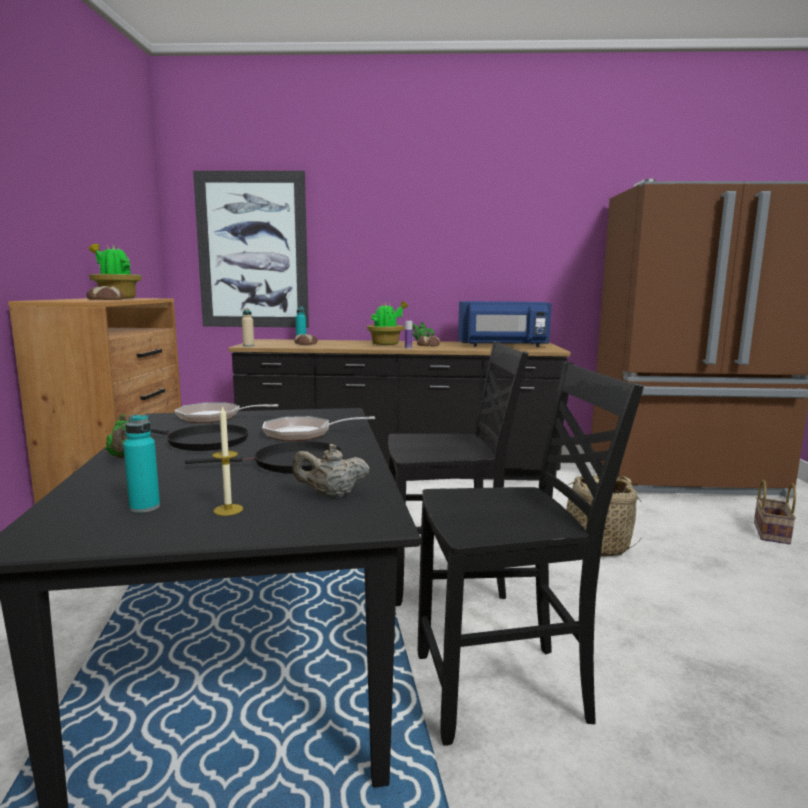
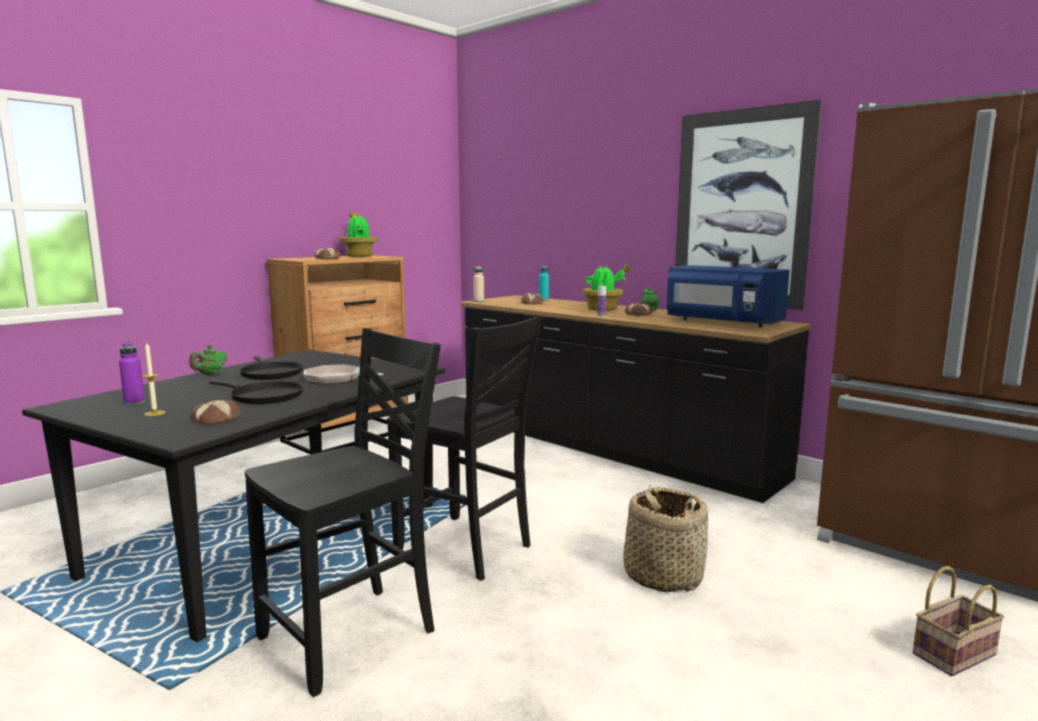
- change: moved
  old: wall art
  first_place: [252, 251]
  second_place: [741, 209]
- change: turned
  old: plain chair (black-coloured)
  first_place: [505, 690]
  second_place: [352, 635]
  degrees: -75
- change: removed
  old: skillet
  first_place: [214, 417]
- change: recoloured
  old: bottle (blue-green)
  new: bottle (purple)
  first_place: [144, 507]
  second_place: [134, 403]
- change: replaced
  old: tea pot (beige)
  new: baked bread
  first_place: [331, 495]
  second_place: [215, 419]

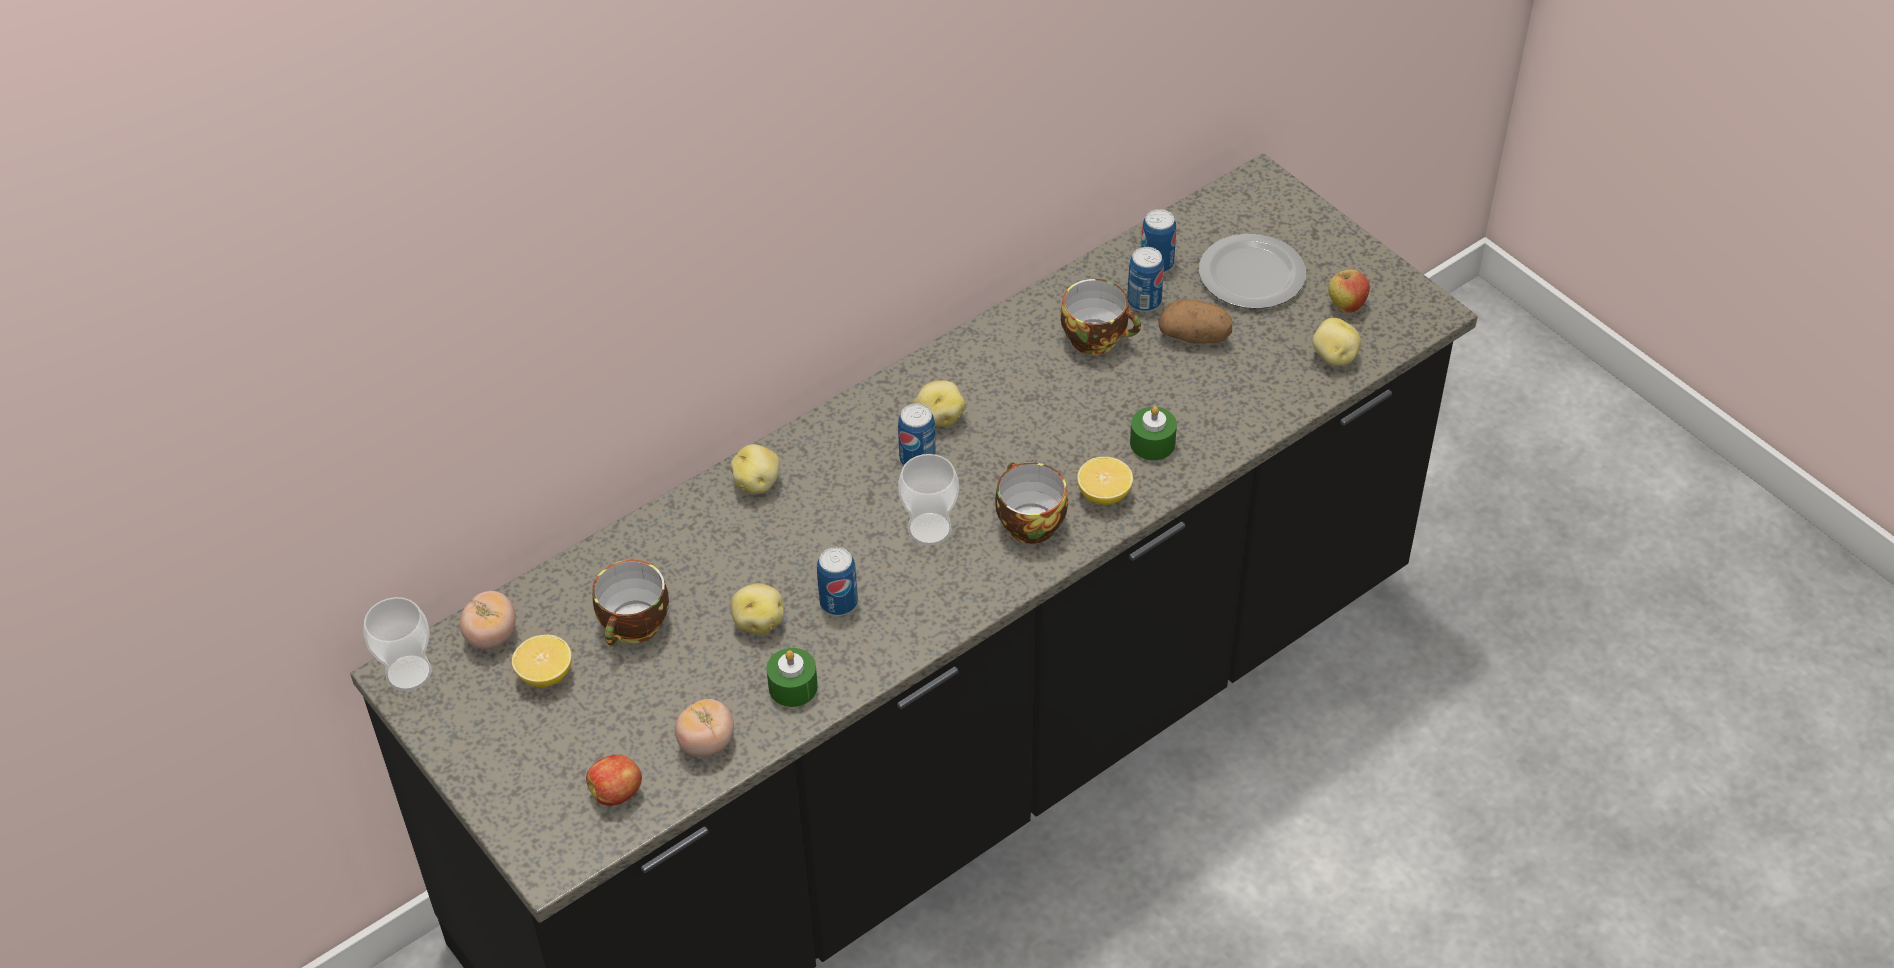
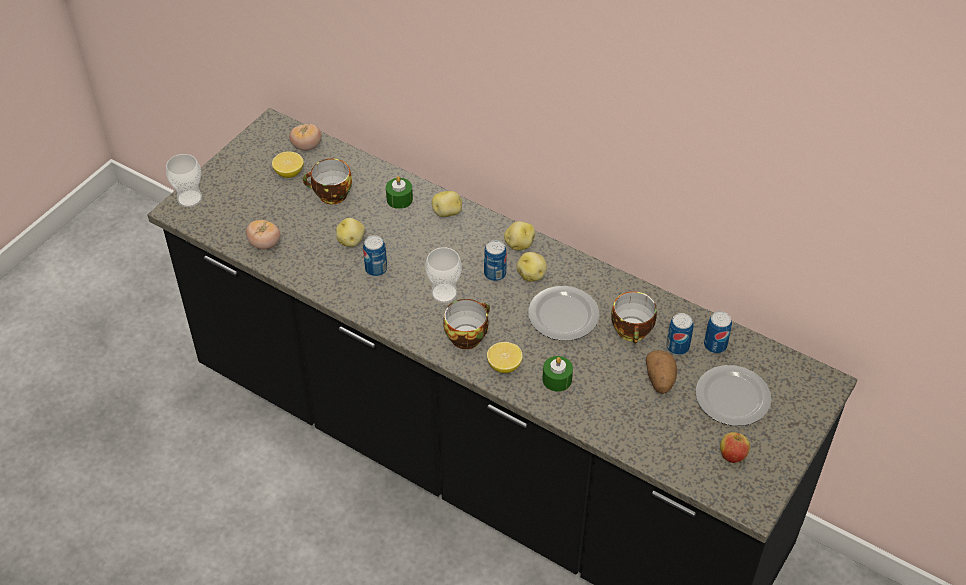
- change: moved
  old: whole potato
  first_place: [1333, 357]
  second_place: [519, 244]
- change: moved
  old: small cup
  first_place: [409, 673]
  second_place: [189, 198]
- change: moved
  old: wax light (greenish)
  first_place: [793, 687]
  second_place: [399, 199]
- change: removed
  old: apple
  first_place: [617, 793]
- change: added
  new: flat dish
  second_place: [564, 315]

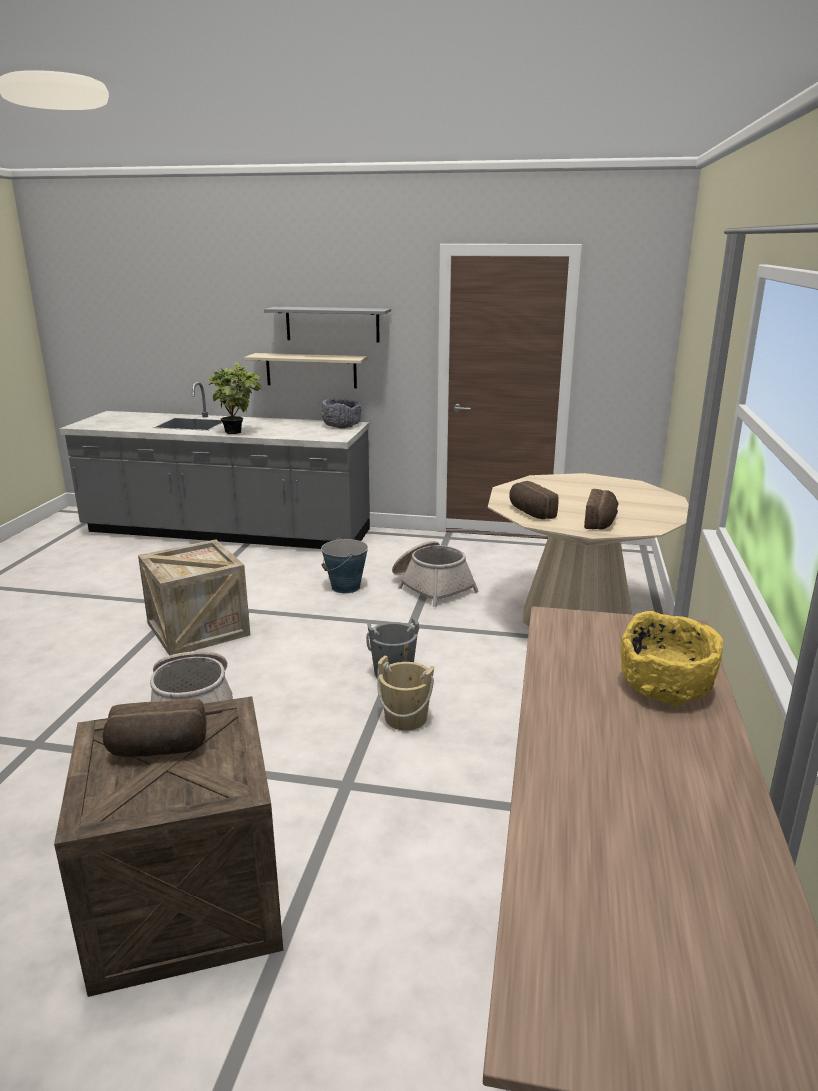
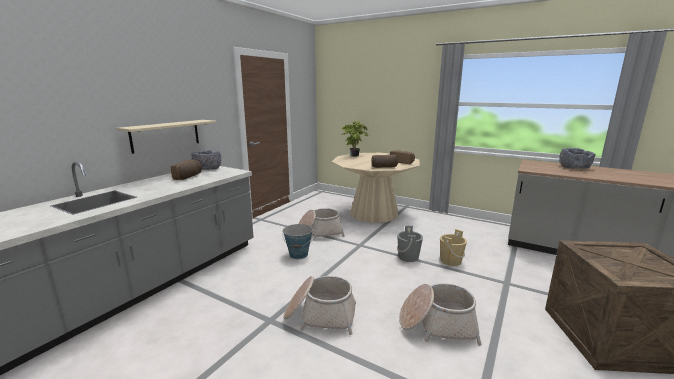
- change: removed
  old: wall shelf (grey)
  first_place: [332, 324]
- change: moved
  old: houseplant
  first_place: [238, 432]
  second_place: [354, 155]
- change: replaced
  old: packing crate
  new: storage basket
  first_place: [198, 629]
  second_place: [320, 315]
- change: recoloured
  old: bowl (yellow)
  new: bowl (grey)
  first_place: [666, 687]
  second_place: [574, 167]
- change: moved
  old: baked bread
  first_place: [158, 750]
  second_place: [189, 176]

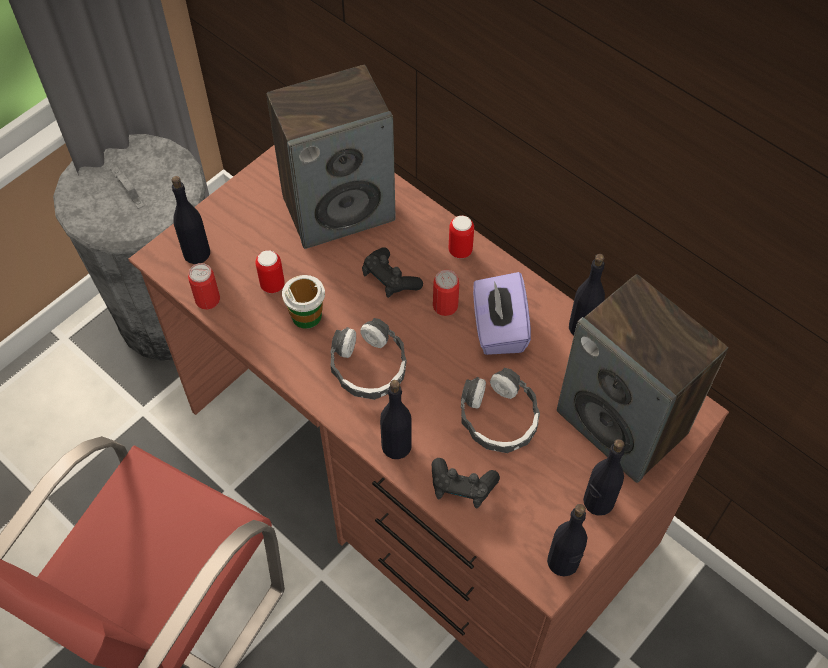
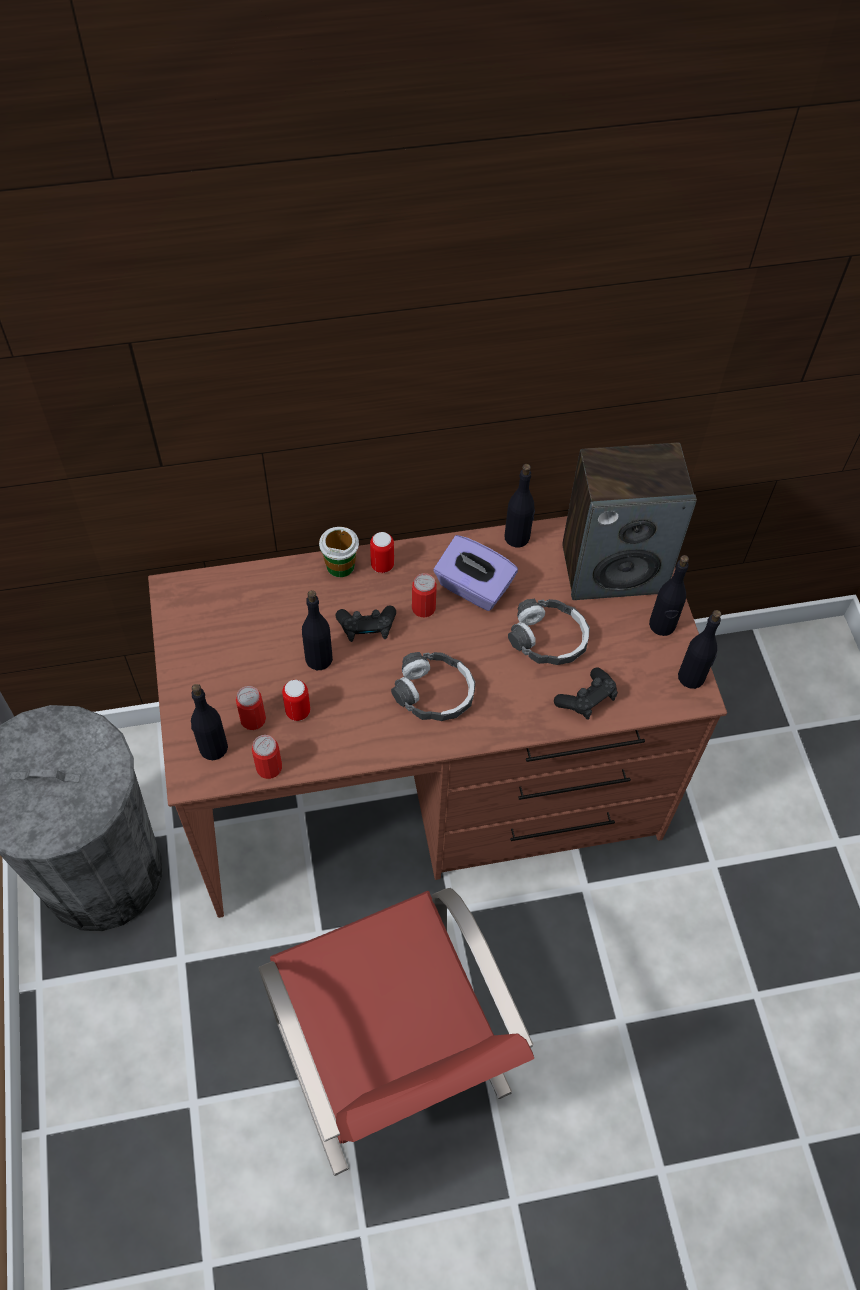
- change: removed
  old: speaker
  first_place: [339, 208]
- change: moved
  old: small cup
  first_place: [307, 315]
  second_place: [340, 565]
- change: moved
  old: bottle (black-coloured)
  first_place: [397, 445]
  second_place: [318, 658]
- change: added
  new: can
  second_place: [253, 719]

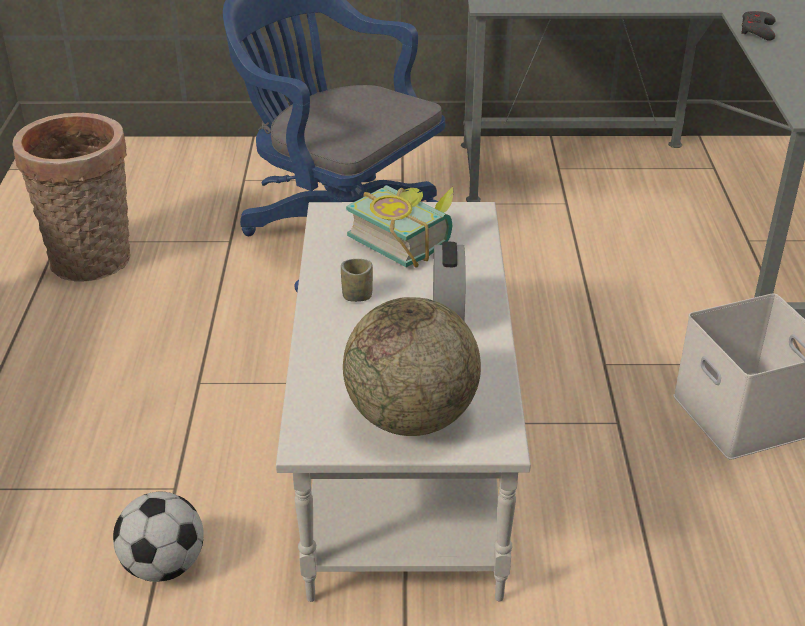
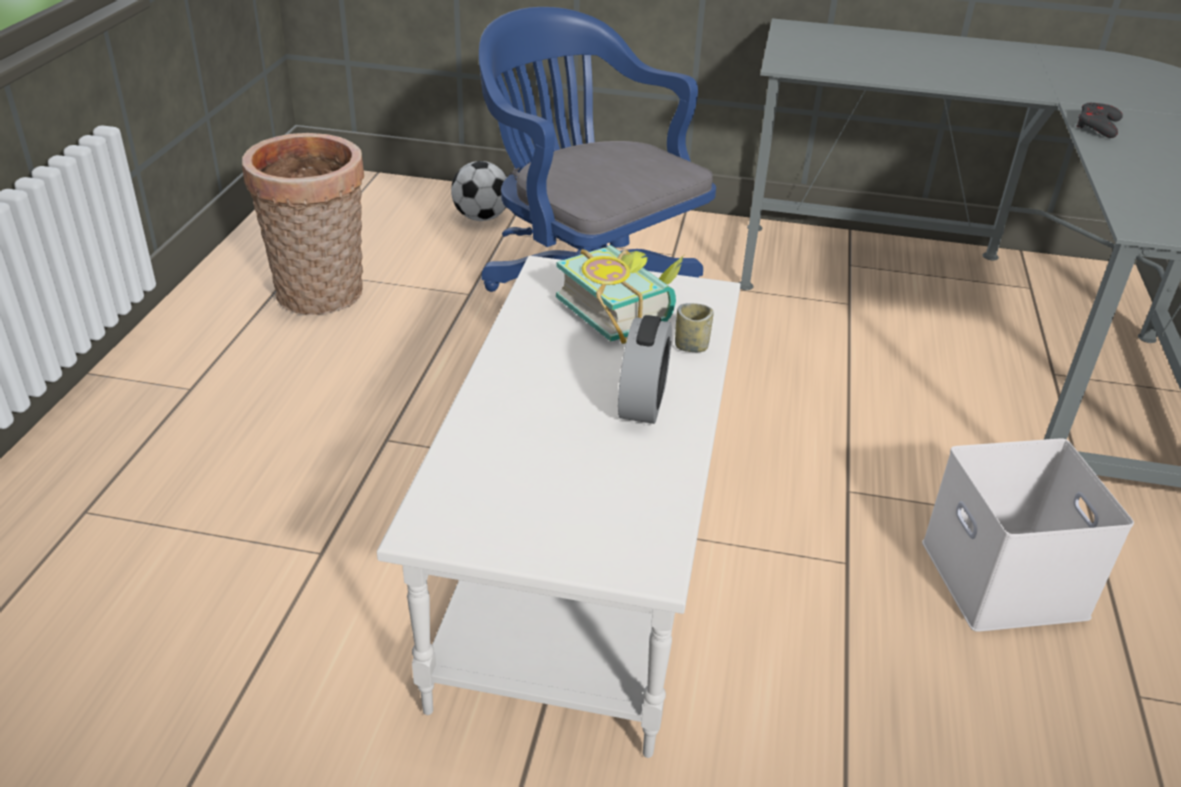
- change: moved
  old: small cup
  first_place: [357, 296]
  second_place: [691, 346]
- change: removed
  old: world globe
  first_place: [411, 418]
- change: moved
  old: football ball
  first_place: [164, 566]
  second_place: [482, 218]

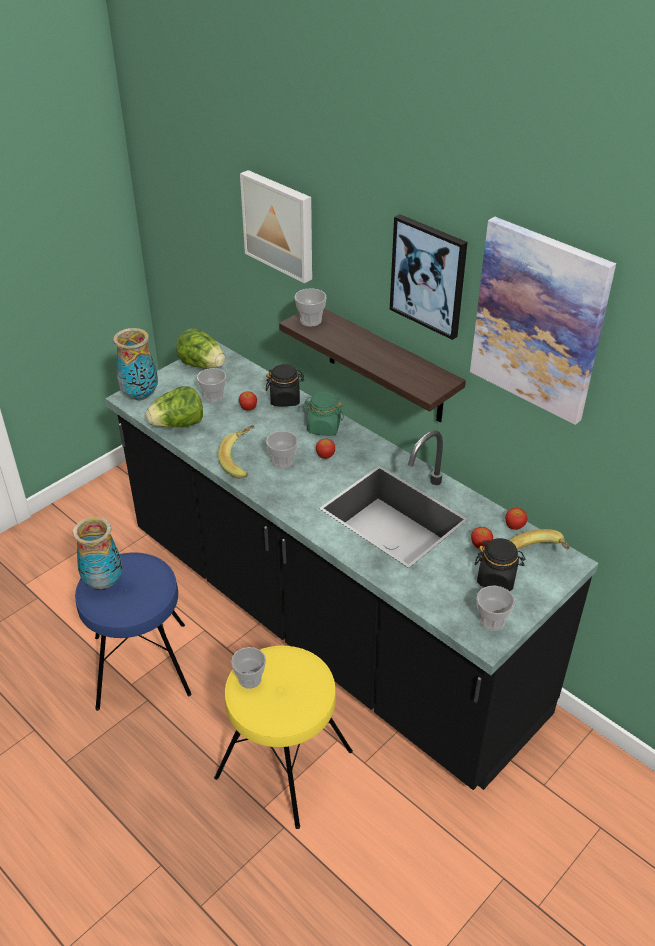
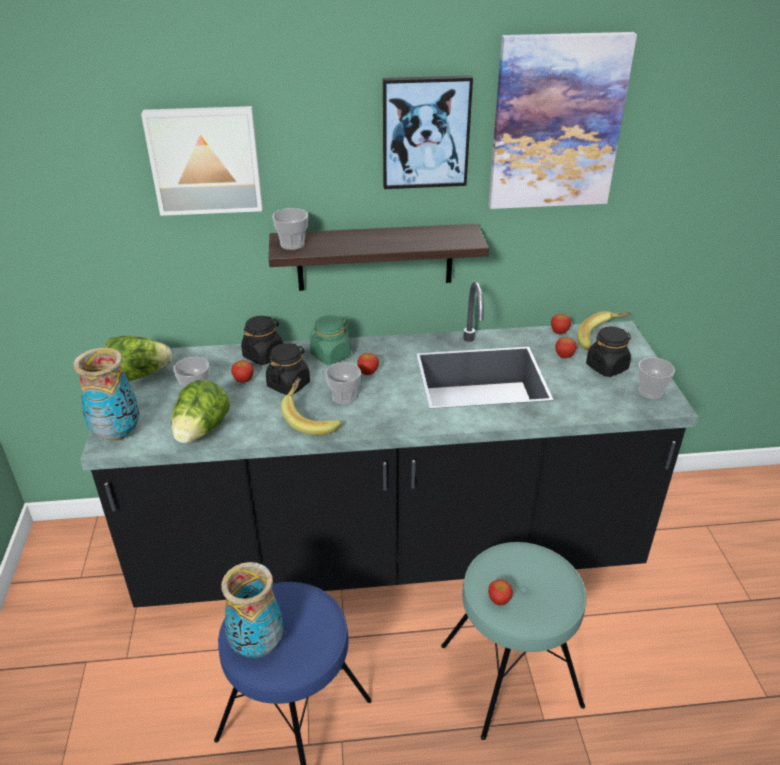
- change: recoloured
  old: stool seat (yellow)
  new: stool seat (blue-green)
  first_place: [283, 764]
  second_place: [510, 675]
- change: replaced
  old: small cup
  new: apple
  first_place: [250, 679]
  second_place: [499, 600]
- change: added
  new: jar (black-coloured)
  second_place: [288, 384]

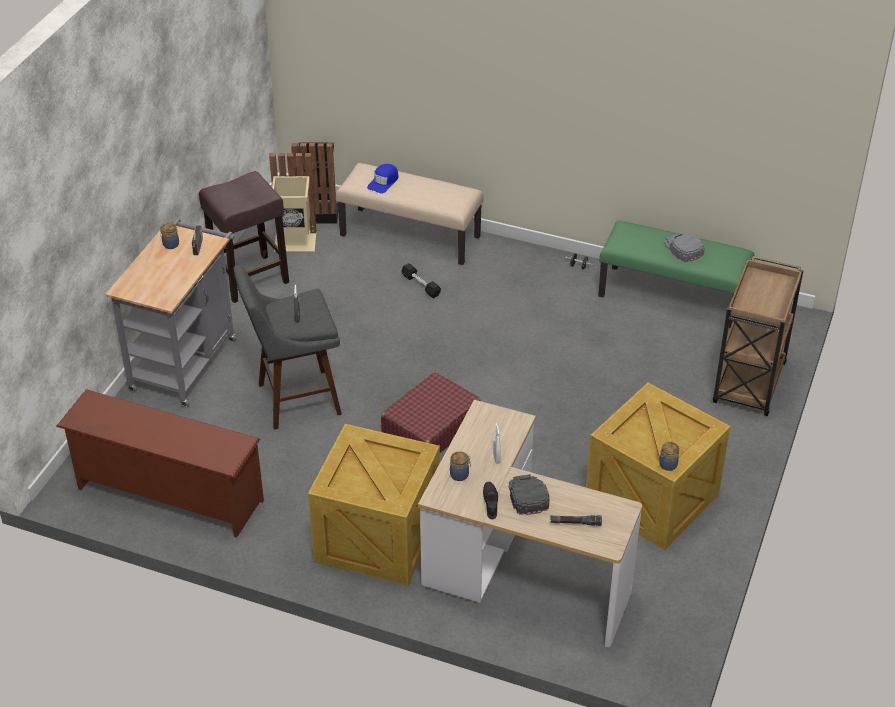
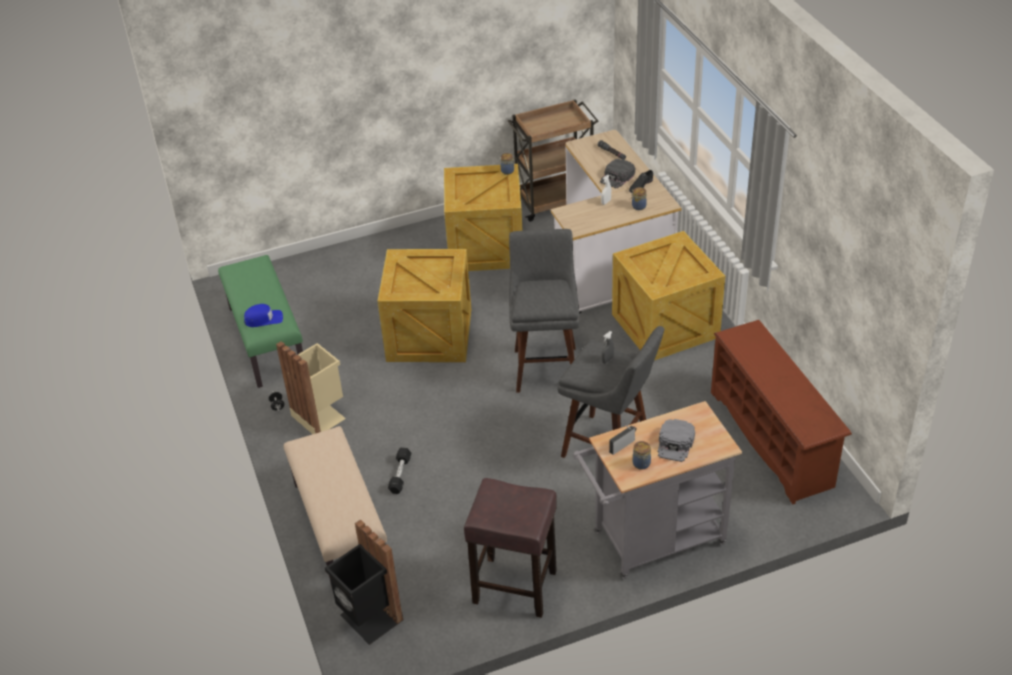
- change: moved
  old: waste bin (beige)
  first_place: [295, 242]
  second_place: [320, 415]
- change: moved
  old: peaked cap (blue)
  first_place: [383, 182]
  second_place: [264, 319]
- change: moved
  old: peaked cap (grey)
  first_place: [683, 249]
  second_place: [675, 444]
- change: moved
  old: cart (brownish)
  first_place: [749, 384]
  second_place: [554, 201]
- change: replaced
  old: travel case (red-coloured)
  new: stool seat (grey)
  first_place: [430, 427]
  second_place: [546, 366]
- change: added
  new: packing crate
  second_place: [428, 334]

